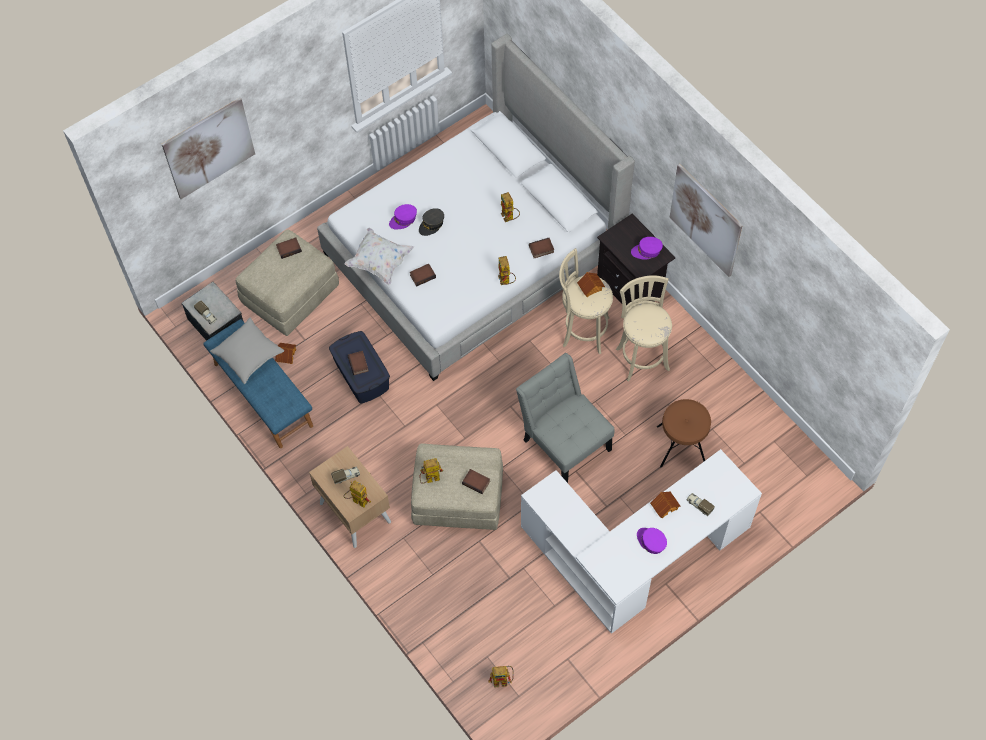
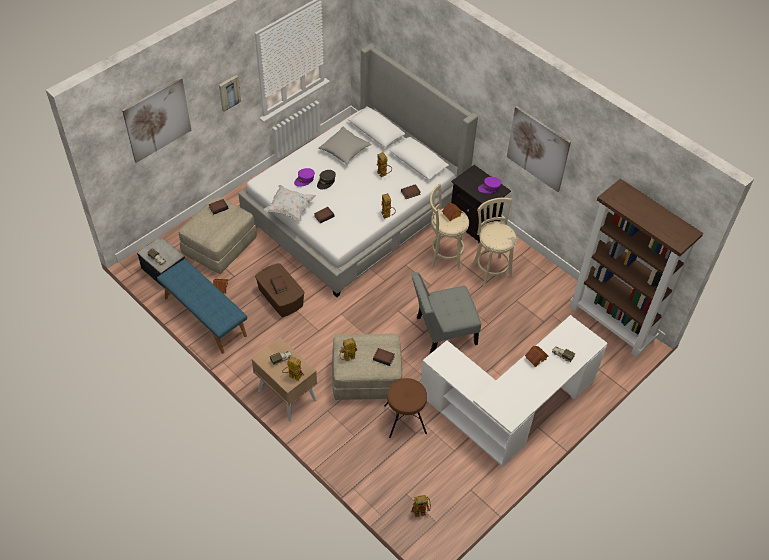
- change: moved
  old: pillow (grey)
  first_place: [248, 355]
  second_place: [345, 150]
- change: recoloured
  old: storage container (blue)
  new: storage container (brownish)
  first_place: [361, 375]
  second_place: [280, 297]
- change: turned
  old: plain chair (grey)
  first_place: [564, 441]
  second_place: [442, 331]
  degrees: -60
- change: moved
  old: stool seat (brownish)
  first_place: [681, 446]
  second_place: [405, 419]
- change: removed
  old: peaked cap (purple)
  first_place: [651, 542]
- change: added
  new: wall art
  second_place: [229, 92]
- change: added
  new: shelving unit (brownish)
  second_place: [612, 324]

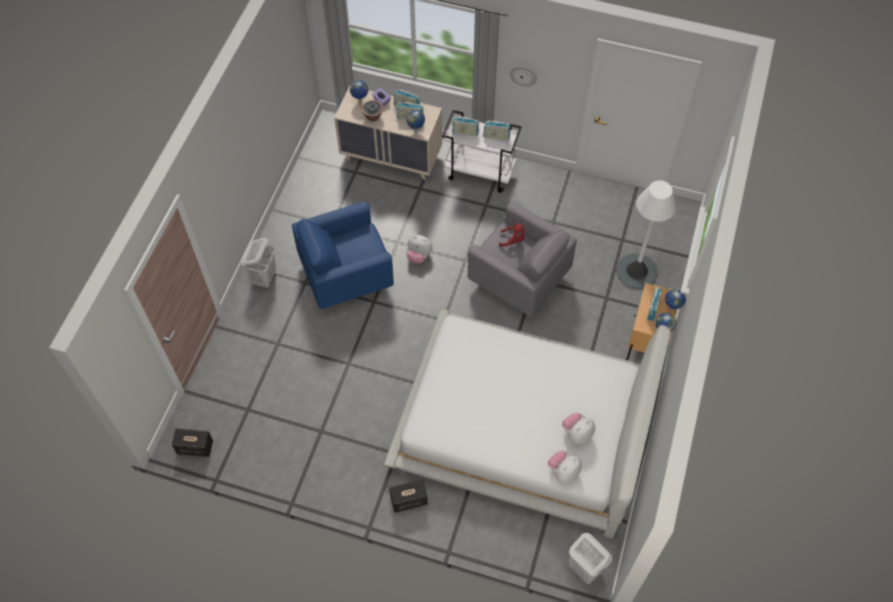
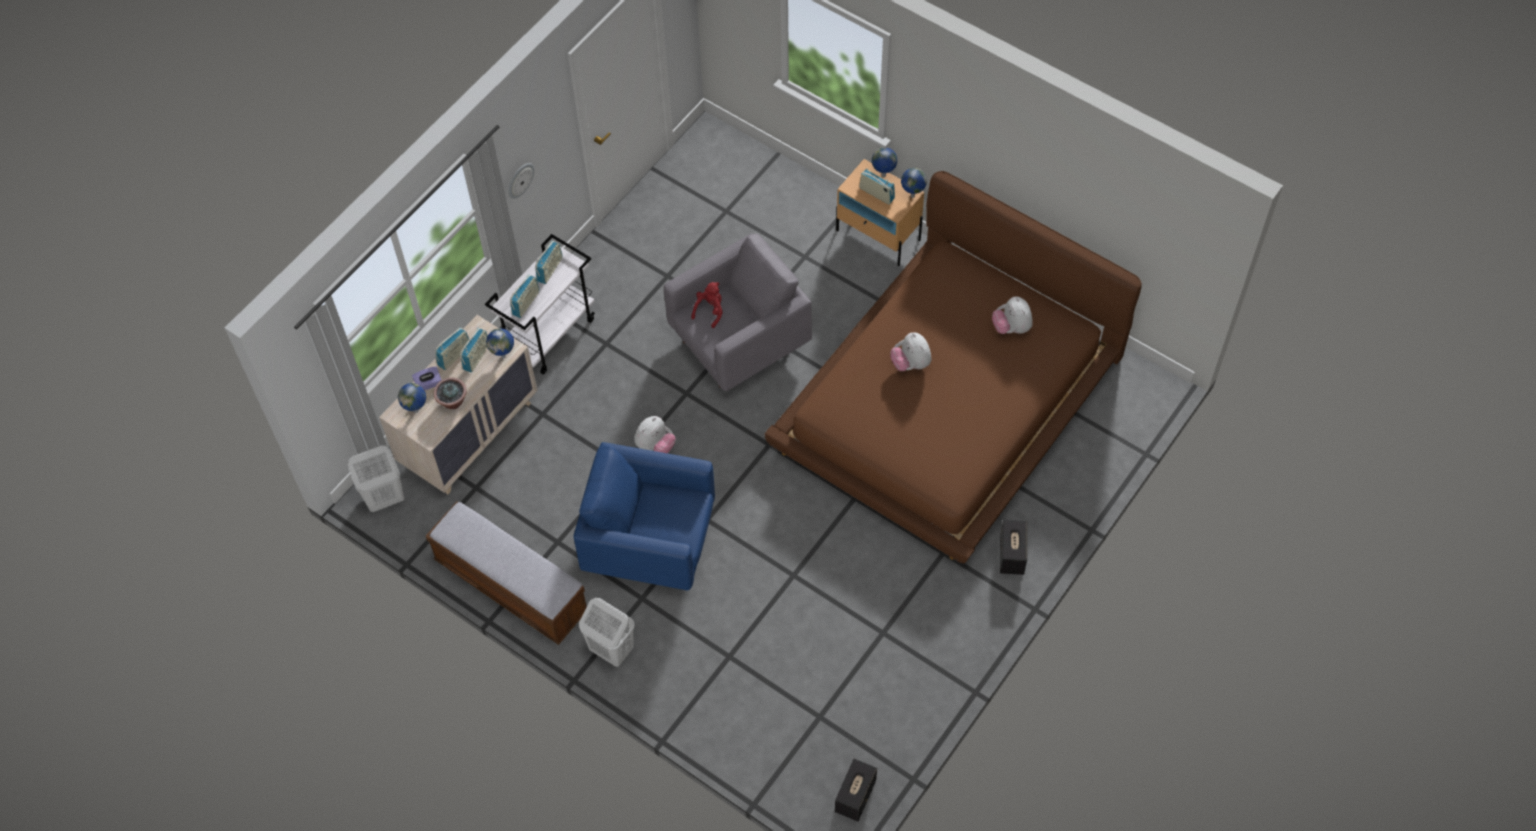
- change: removed
  old: standing lamp (white-coloured)
  first_place: [636, 271]
- change: turned
  old: lounge chair (blue)
  first_place: [347, 275]
  second_place: [651, 542]
  degrees: 105
- change: recoloured
  old: bedroom bed (white-coloured)
  new: bedroom bed (brownish)
  first_place: [524, 423]
  second_place: [948, 400]
- change: moved
  old: plush toy
  first_place: [563, 471]
  second_place: [910, 363]
- change: moved
  old: hamper (white-coloured)
  first_place: [584, 568]
  second_place: [384, 498]
- change: added
  new: bench
  second_place: [511, 586]

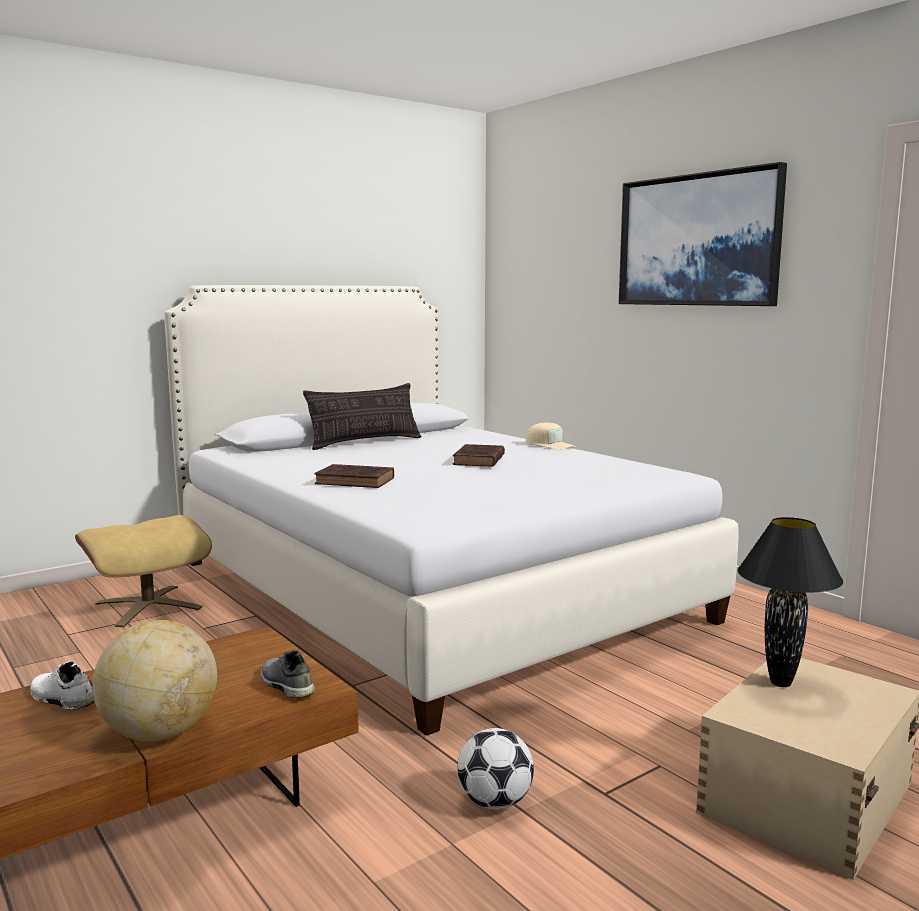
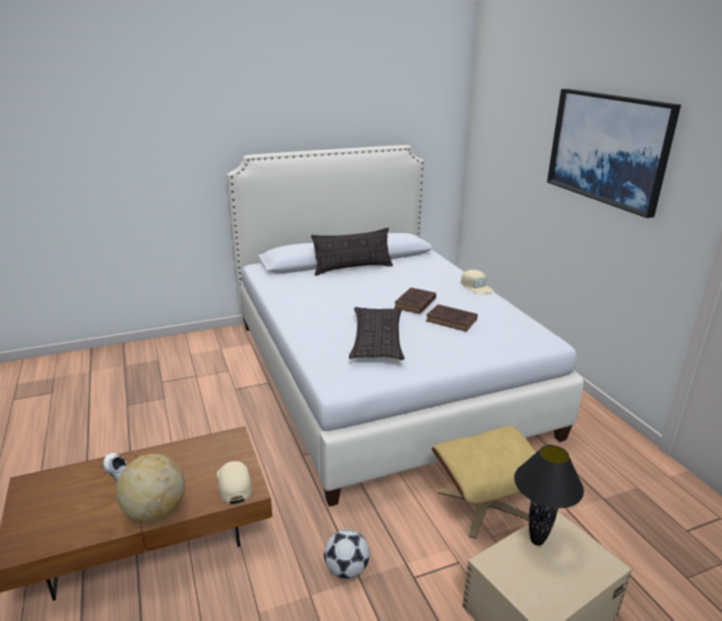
- change: moved
  old: book (brownish)
  first_place: [357, 481]
  second_place: [452, 321]
- change: moved
  old: pouffe (beige)
  first_place: [148, 605]
  second_place: [483, 504]
- change: replaced
  old: low shoe (grey)
  new: peaked cap (beige)
  first_place: [285, 685]
  second_place: [234, 484]
- change: added
  new: pillow
  second_place: [377, 340]

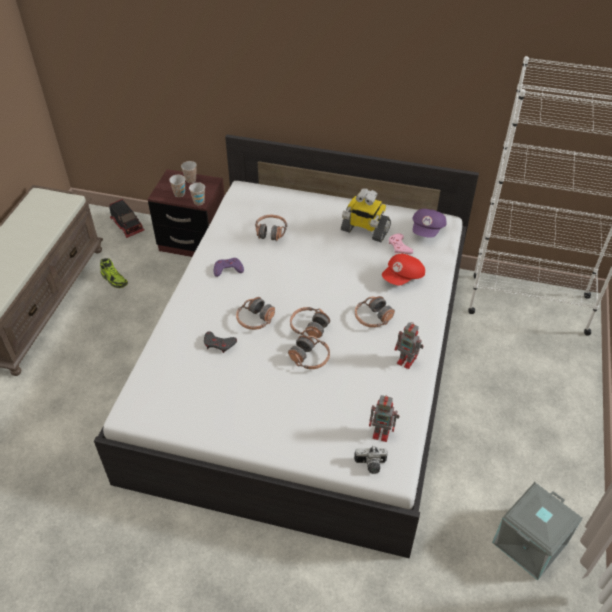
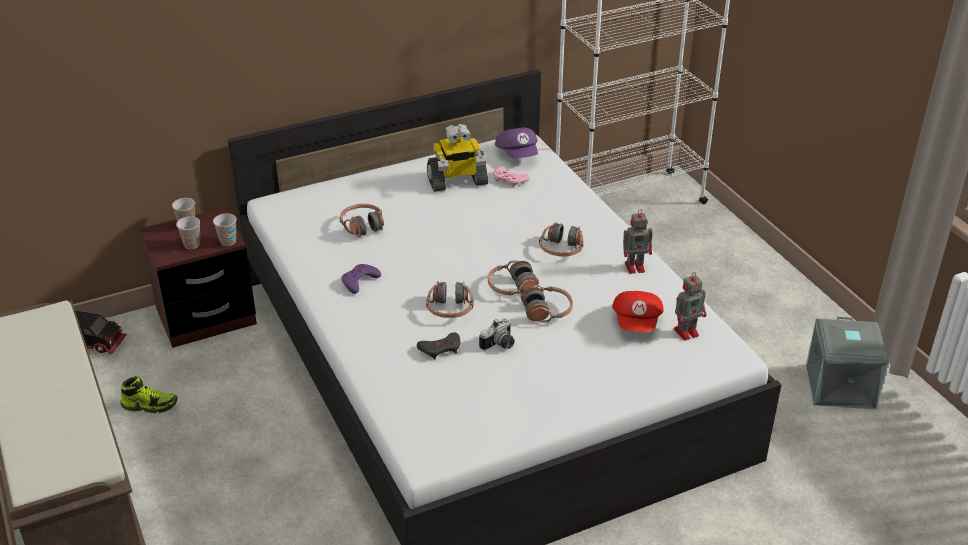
- change: moved
  old: peaked cap (red-coloured)
  first_place: [403, 277]
  second_place: [637, 322]
- change: moved
  old: still camera
  first_place: [370, 465]
  second_place: [500, 345]

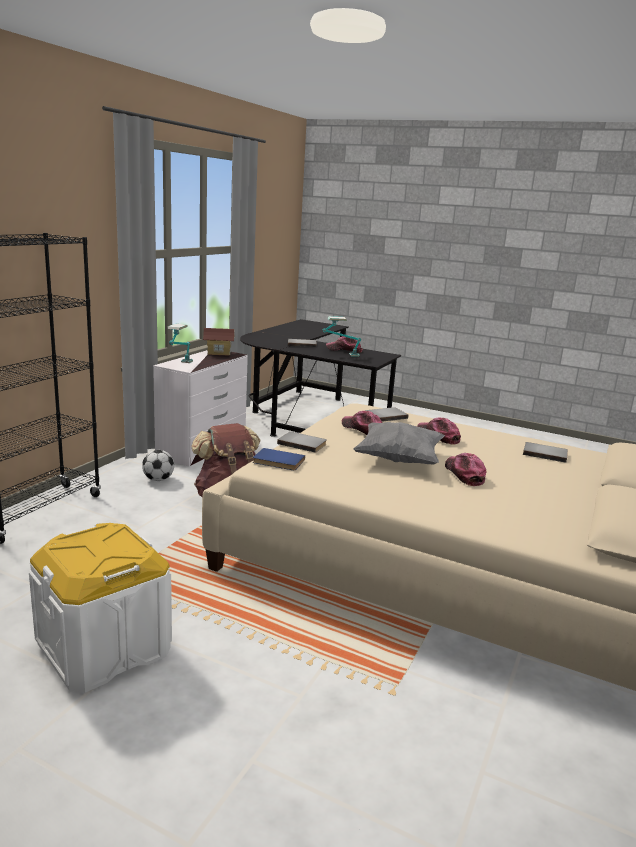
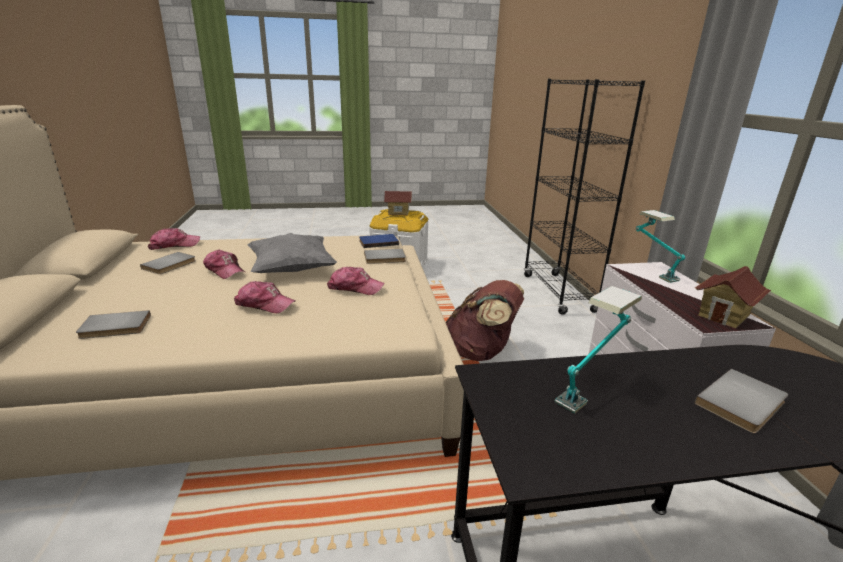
- change: moved
  old: peaked cap
  first_place: [344, 350]
  second_place: [174, 245]
- change: moved
  old: book (grey)
  first_place: [385, 416]
  second_place: [170, 265]
- change: removed
  old: football ball
  first_place: [158, 479]
- change: added
  new: model house
  second_place: [398, 213]

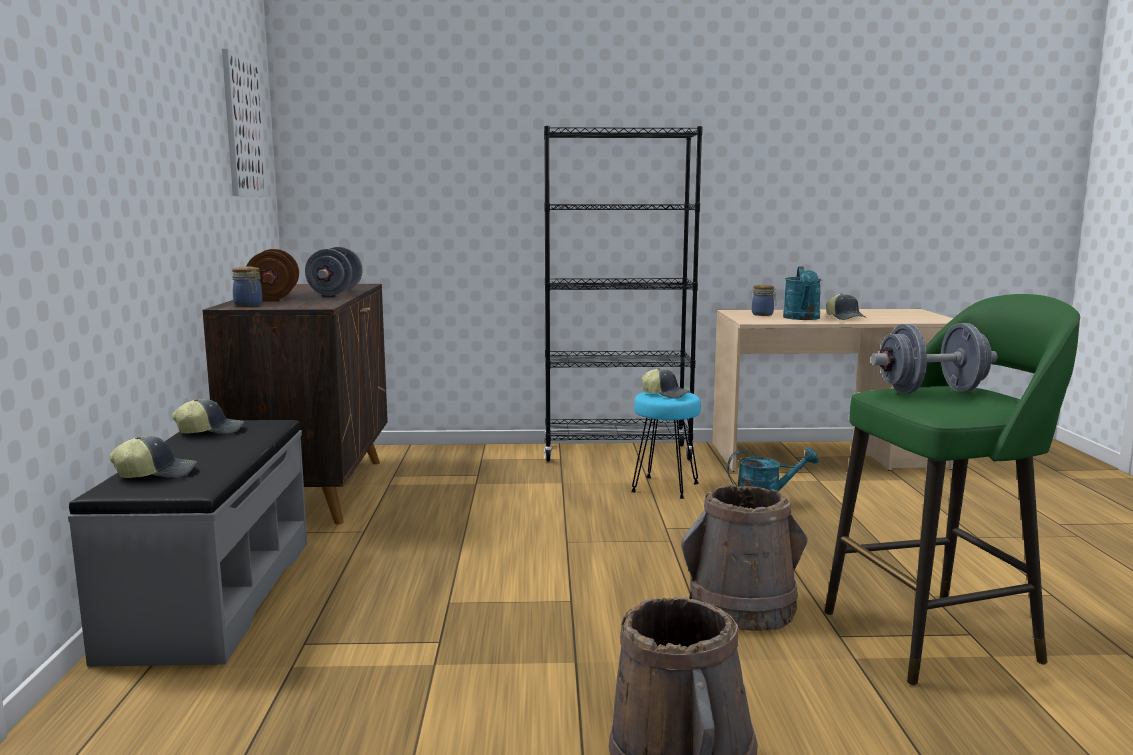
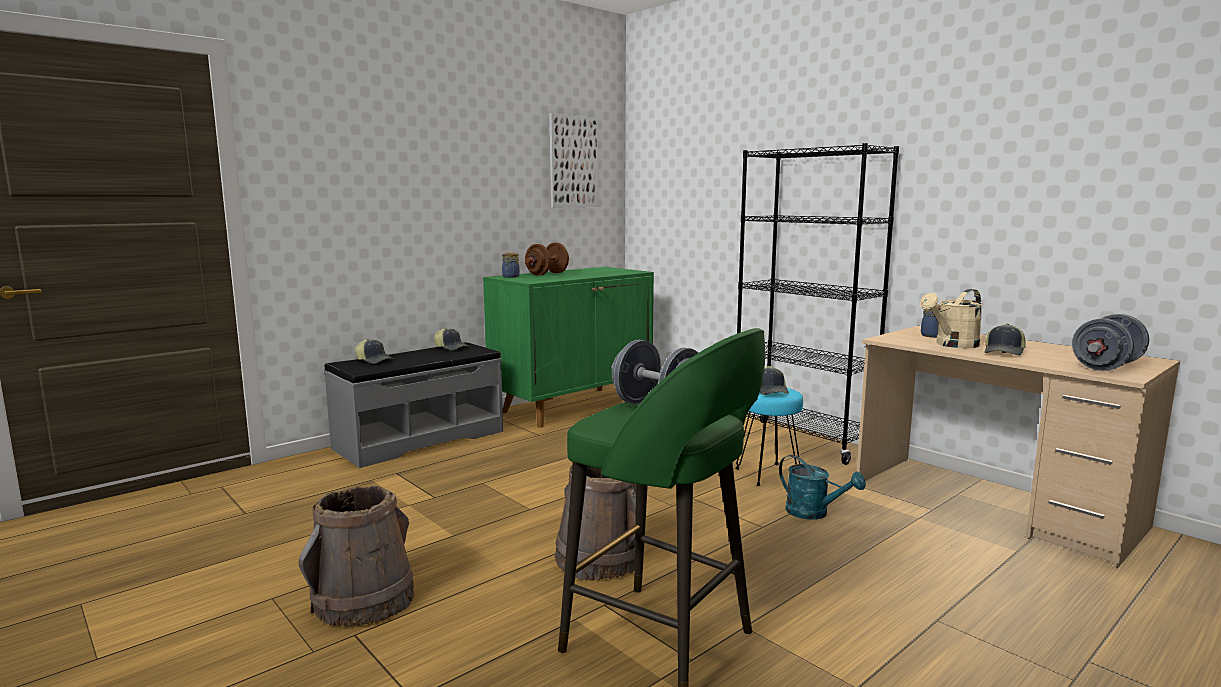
- change: moved
  old: dumbbell (grey)
  first_place: [335, 293]
  second_place: [1106, 366]
- change: recoloured
  old: sprinkling can (blue-green)
  new: sprinkling can (beige)
  first_place: [802, 318]
  second_place: [952, 345]
- change: recoloured
  old: cabinet (brownish)
  new: cabinet (greenish)
  first_place: [316, 489]
  second_place: [573, 406]

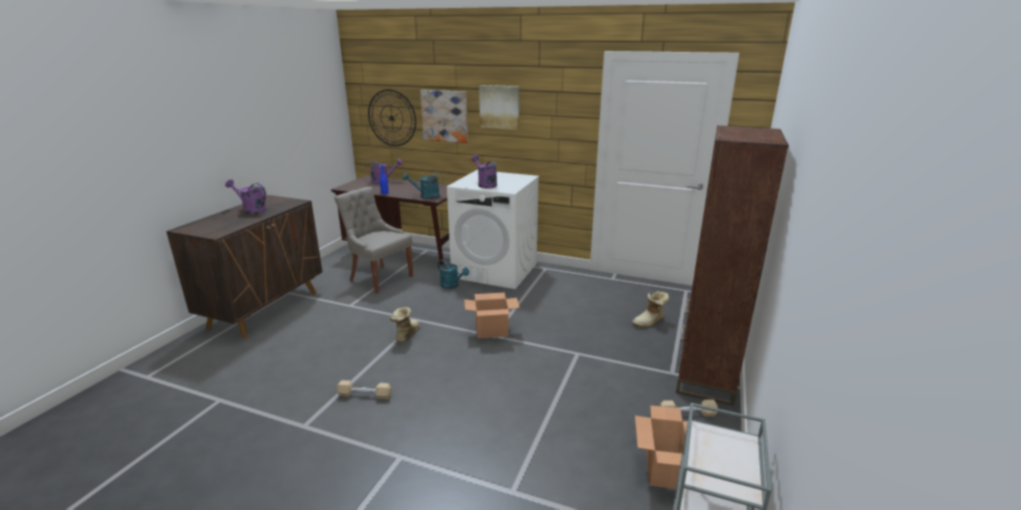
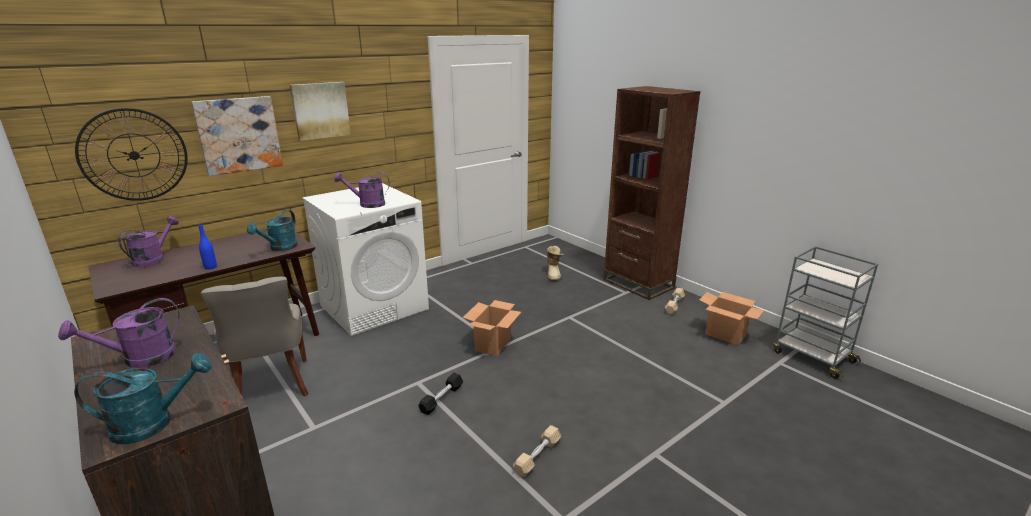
- change: turned
  old: plain chair (grey)
  first_place: [379, 278]
  second_place: [271, 386]
  degrees: -90
- change: moved
  old: sprinkling can (blue-green)
  first_place: [452, 285]
  second_place: [153, 423]
- change: replaced
  old: boot
  new: dumbbell (black-coloured)
  first_place: [405, 335]
  second_place: [441, 399]

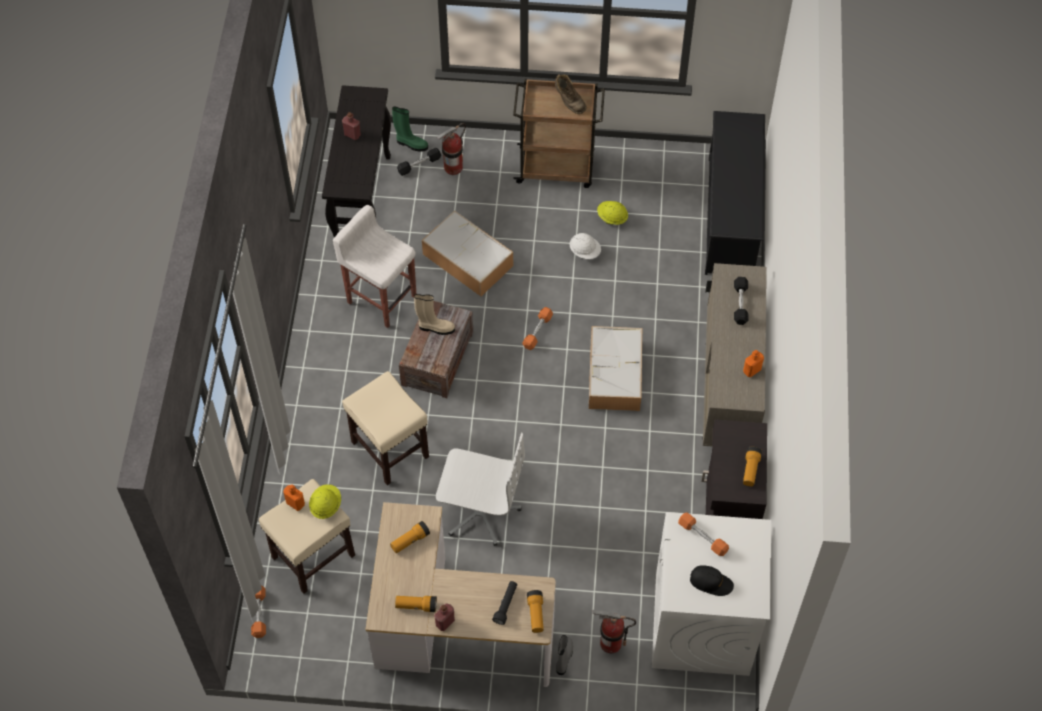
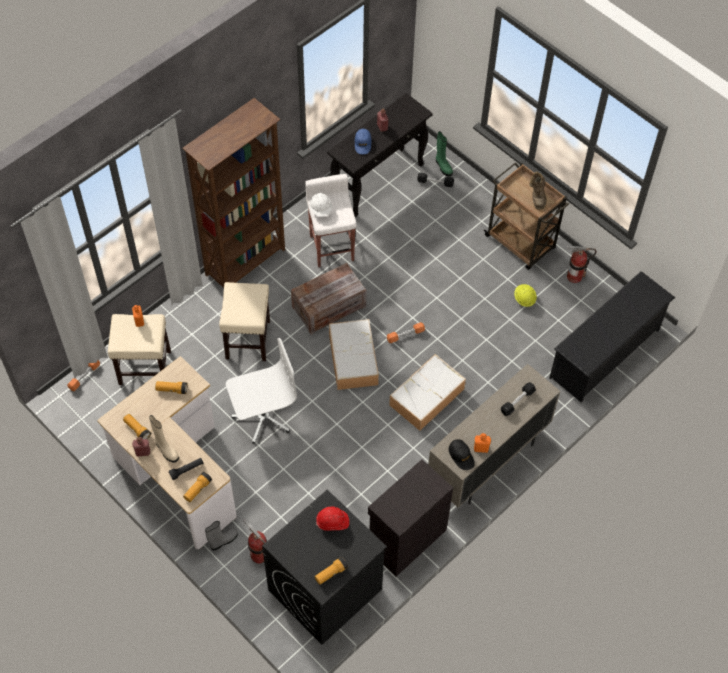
- change: moved
  old: extinguisher
  first_place: [453, 167]
  second_place: [574, 276]
- change: moved
  old: storage container
  first_place: [466, 259]
  second_place: [352, 358]
- change: moved
  old: work helmet (white-coloured)
  first_place: [585, 251]
  second_place: [321, 210]
- change: moved
  old: boot (beige)
  first_place: [435, 328]
  second_place: [166, 450]
- change: turned
  old: office chair (white-coloured)
  first_place: [480, 511]
  second_place: [263, 416]
  degrees: -75
- change: moved
  old: flashlight
  first_place: [750, 470]
  second_place: [331, 573]
- change: removed
  old: work helmet (yellow)
  first_place: [325, 506]
- change: recoloured
  old: laundry appliance (white-coloured)
  new: laundry appliance (black-coloured)
  first_place: [702, 625]
  second_place: [325, 590]
- change: replaced
  old: dumbbell (orange)
  new: work helmet (red-coloured)
  first_place: [702, 537]
  second_place: [332, 522]
- change: moved
  old: peaked cap (black-coloured)
  first_place: [711, 582]
  second_place: [461, 456]
- change: added
  new: shelving unit (brownish)
  second_place: [246, 262]
- change: added
  new: peaked cap (blue)
  second_place: [363, 144]

